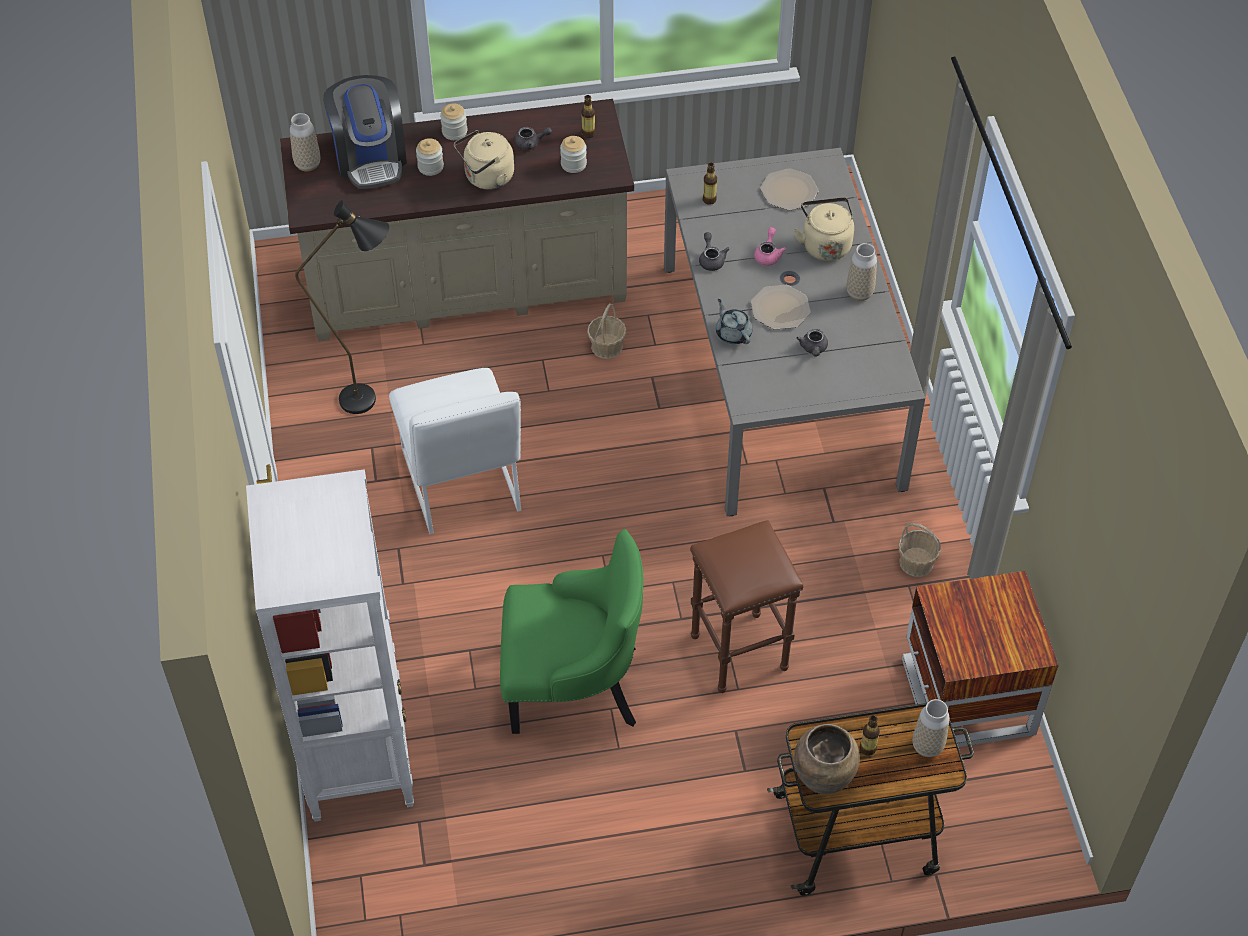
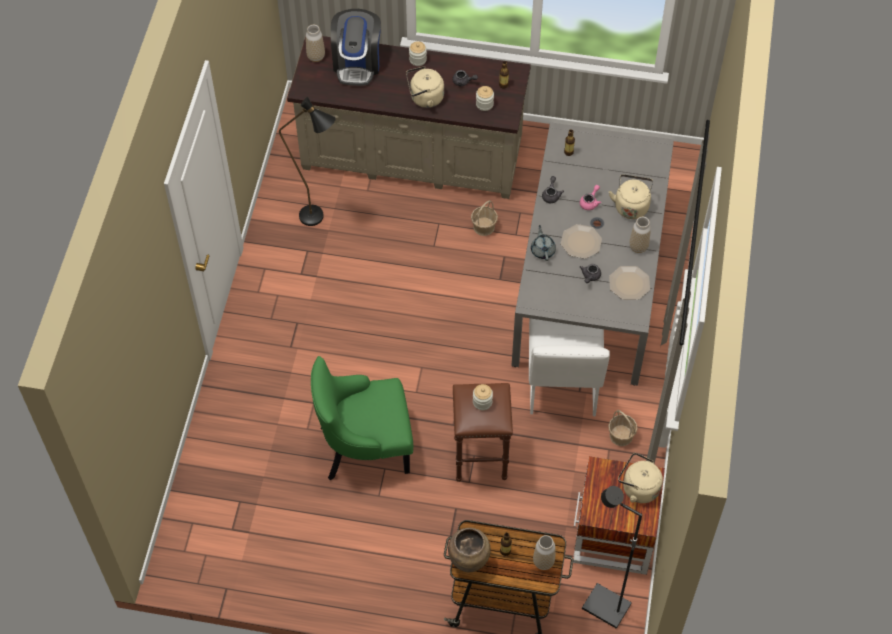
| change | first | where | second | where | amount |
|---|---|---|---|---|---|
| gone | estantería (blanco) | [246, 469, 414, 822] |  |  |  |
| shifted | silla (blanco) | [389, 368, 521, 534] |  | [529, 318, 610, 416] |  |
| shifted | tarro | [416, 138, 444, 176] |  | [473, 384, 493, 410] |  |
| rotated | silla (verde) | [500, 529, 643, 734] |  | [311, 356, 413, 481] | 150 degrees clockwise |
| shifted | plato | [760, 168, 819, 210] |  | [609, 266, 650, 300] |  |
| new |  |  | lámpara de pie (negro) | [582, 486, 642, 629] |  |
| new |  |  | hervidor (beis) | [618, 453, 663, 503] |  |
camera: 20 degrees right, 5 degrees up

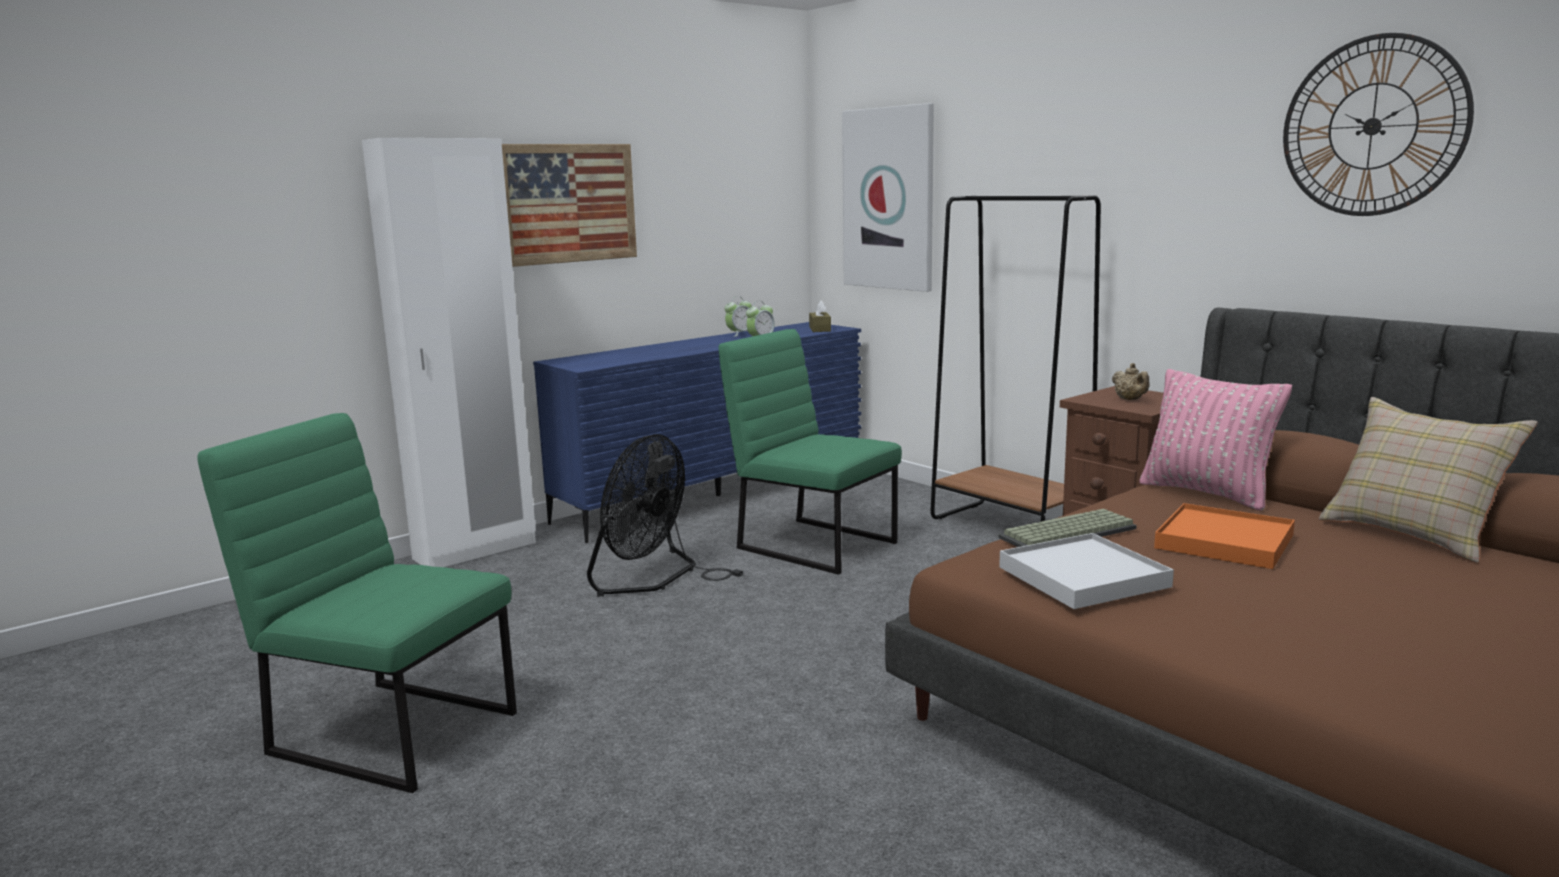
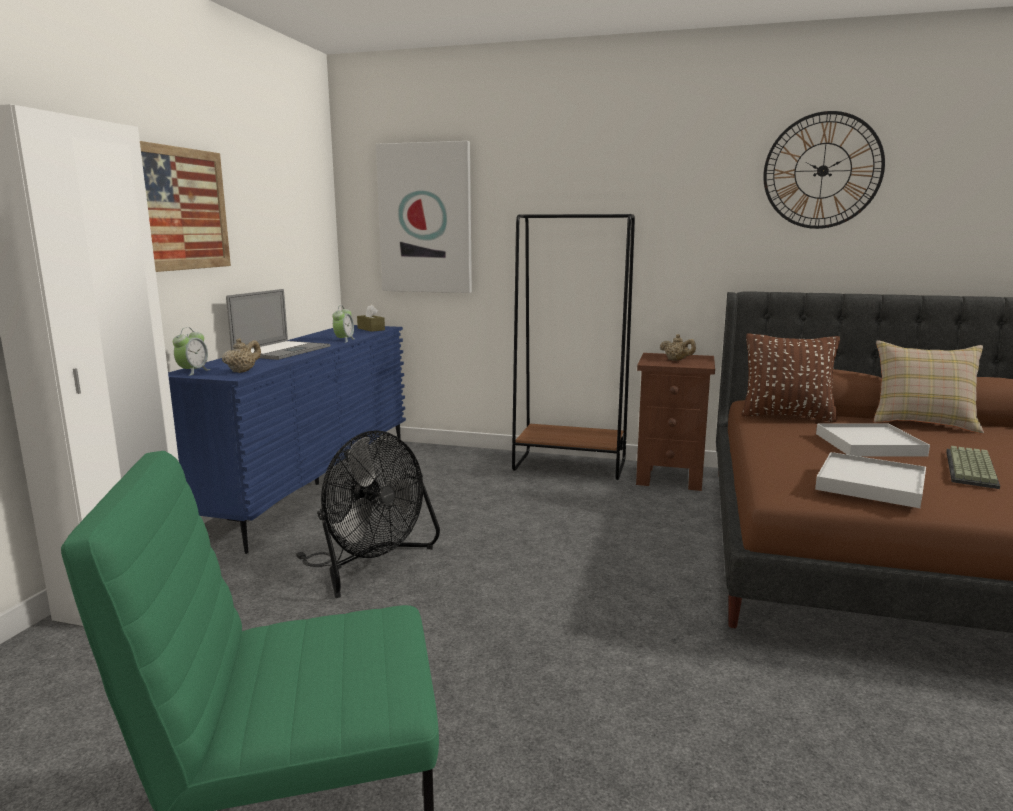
| change | first | where | second | where | amount |
|---|---|---|---|---|---|
| rotated | ventilador (negro) | [587, 434, 744, 597] |  | [296, 431, 440, 598] | 135 degrees counterclockwise |
| gone | silla (verde) | [719, 329, 902, 575] |  |  |  |
| shifted | despertador | [725, 296, 752, 337] |  | [173, 327, 210, 376] |  |
| shifted | teclado | [999, 509, 1137, 547] |  | [946, 446, 1000, 489] |  |
| repainted | cojín (rosa) | [1140, 369, 1292, 511] | cojín (marrón) | [741, 333, 840, 422] |  |
| repainted | bandeja (naranja) | [1154, 503, 1295, 569] | bandeja (blanco) | [816, 423, 930, 457] |  |
| new |  |  | tetera (beis) | [222, 338, 261, 373] |  |
| new |  |  | portátil | [226, 289, 330, 360] |  |
camera: 35 degrees left, 0 degrees up

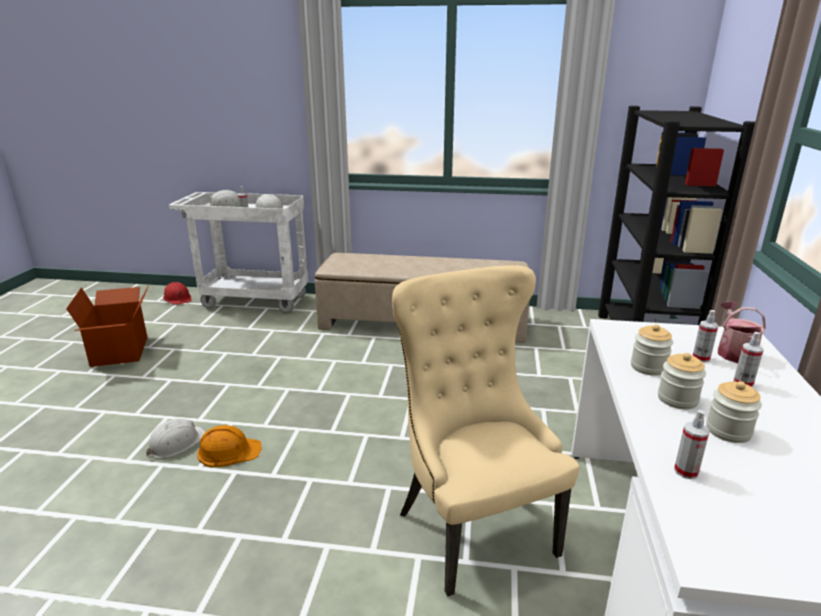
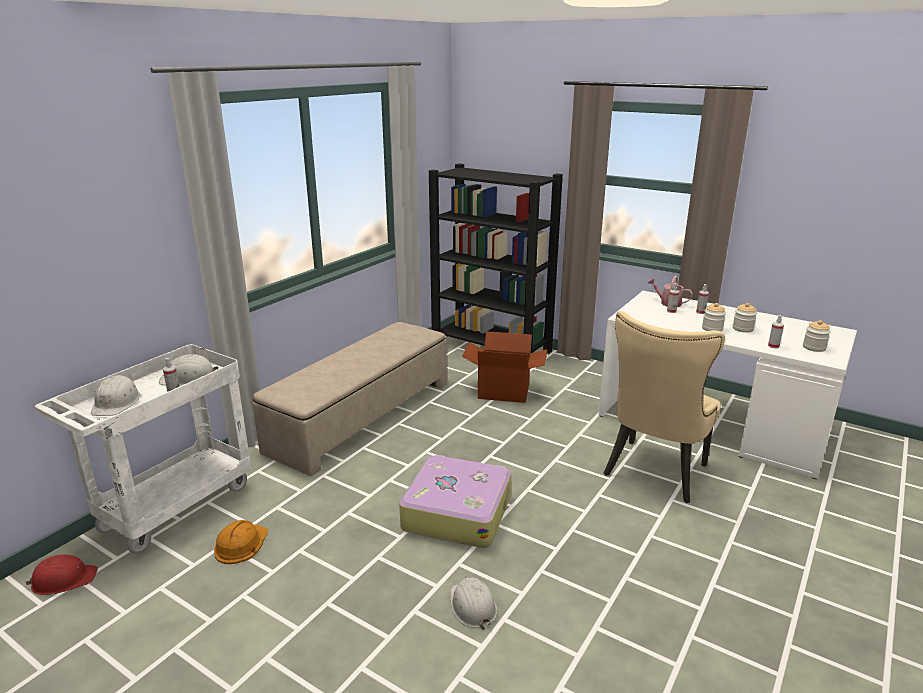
| change | first | where | second | where | amount |
|---|---|---|---|---|---|
| shifted | caja de cartón | [66, 285, 149, 367] |  | [462, 331, 547, 403] |  |
| shifted | casco (naranja) | [197, 425, 261, 467] |  | [214, 520, 268, 564] |  |
| rotated | silla (beis) | [392, 265, 580, 597] |  | [604, 311, 725, 503] | 60 degrees counterclockwise |
| shifted | tarro | [631, 324, 673, 376] |  | [803, 320, 831, 352] |  |
| new |  |  | maleta | [399, 455, 512, 548] |  |
camera: 65 degrees left, 0 degrees up

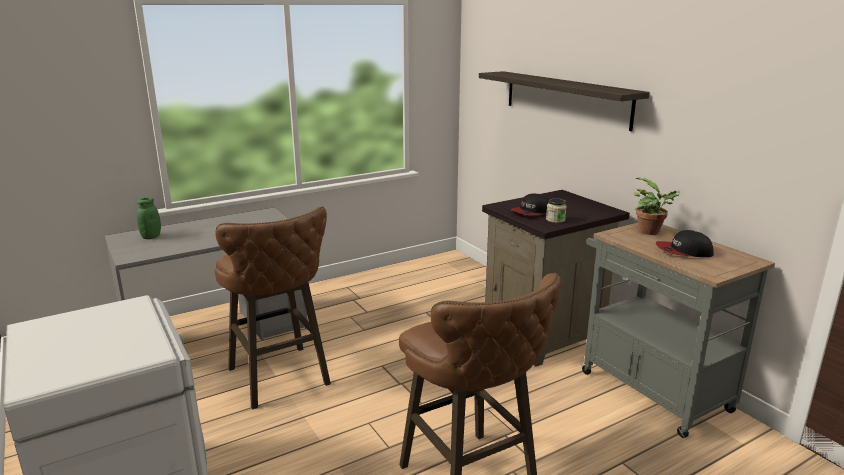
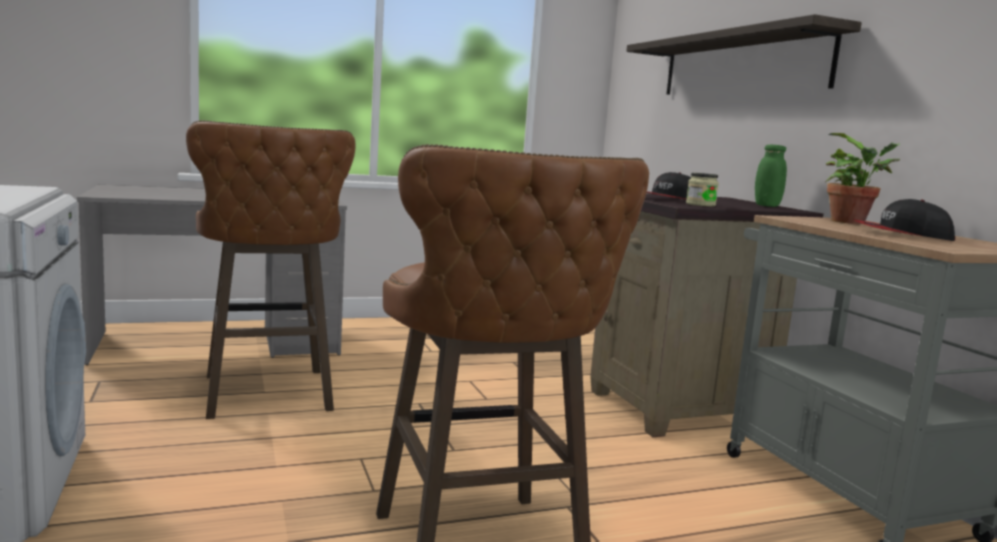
| change | first | where | second | where | amount |
|---|---|---|---|---|---|
| shifted | tarro (verde) | [137, 197, 161, 239] |  | [755, 145, 787, 207] |  |
camera: 10 degrees right, 10 degrees down

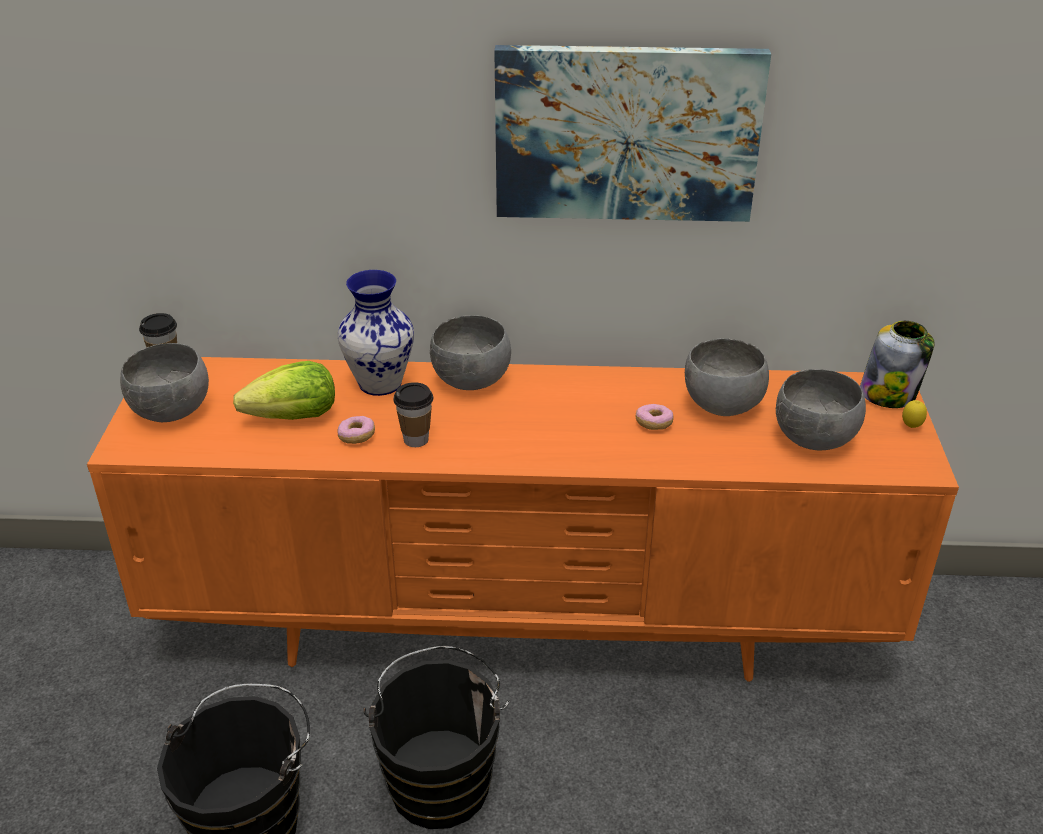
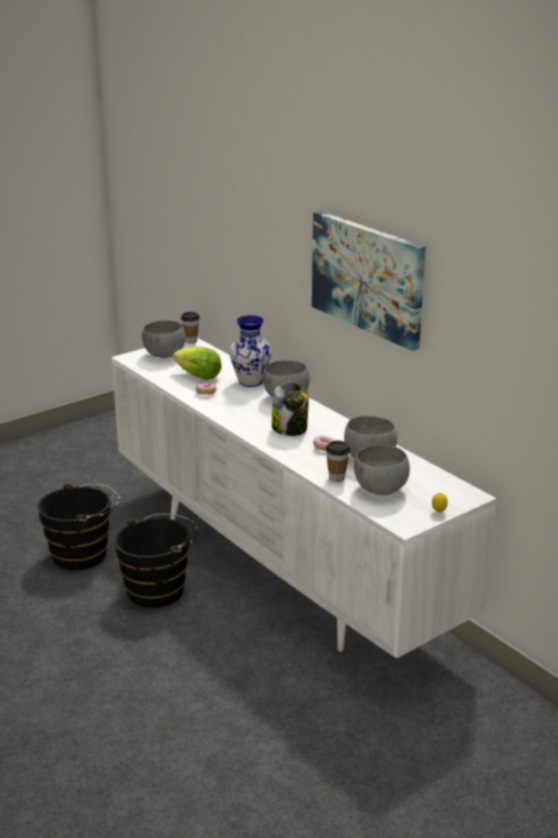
| change | first | where | second | where | amount |
|---|---|---|---|---|---|
| repainted | armario (naranja) | [87, 357, 959, 682] | armario (blanco) | [111, 338, 497, 658] |  |
| shifted | taza | [393, 382, 433, 447] |  | [325, 441, 350, 482] |  |
| shifted | tarro | [860, 321, 935, 408] |  | [272, 382, 309, 436] |  |
camera: 50 degrees right, 10 degrees down

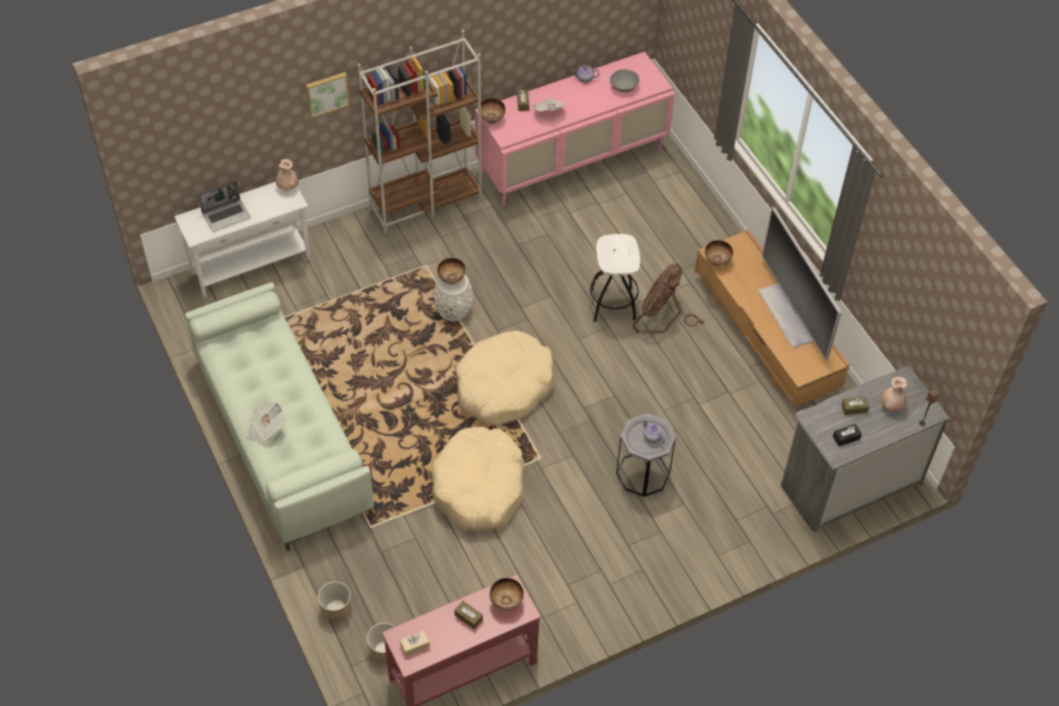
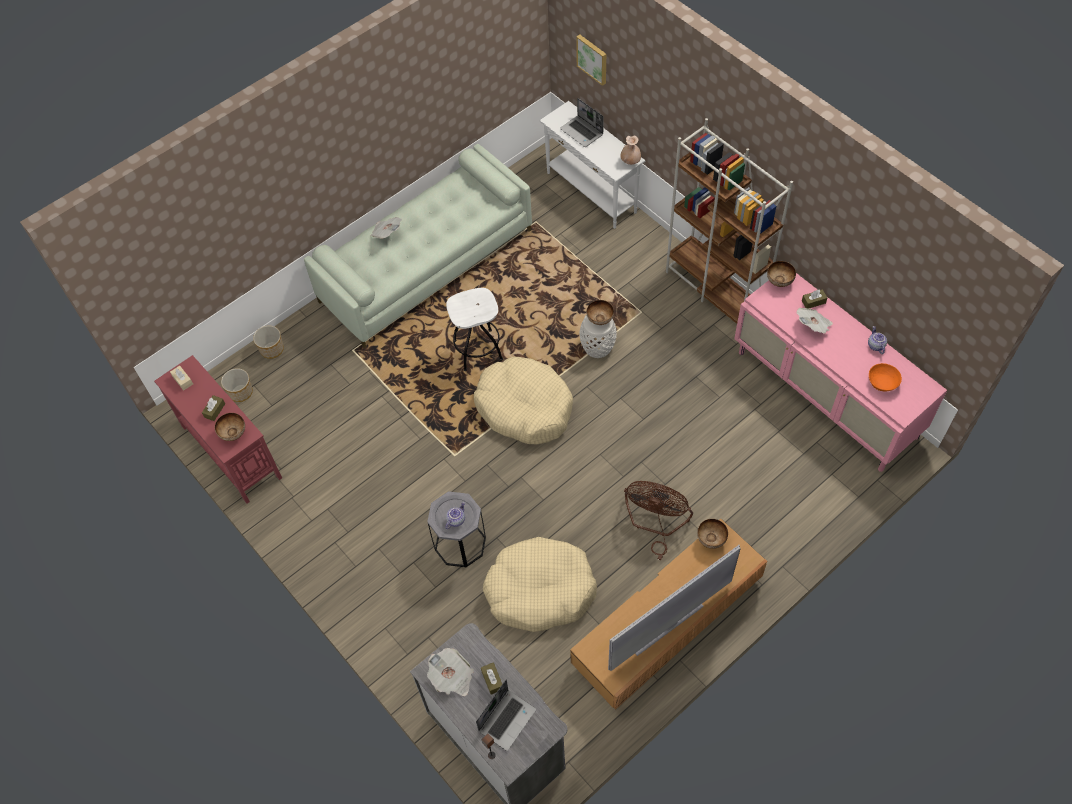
| change | first | where | second | where | amount |
|---|---|---|---|---|---|
| shifted | cuadro | [306, 72, 350, 118] |  | [576, 35, 606, 86] |  |
| shifted | cama para perro (beis) | [431, 427, 524, 531] |  | [483, 537, 597, 632] |  |
| shifted | taburete (blanco) | [590, 234, 640, 322] |  | [446, 288, 503, 371] |  |
| repainted | cuenco (gris) | [610, 69, 640, 92] | cuenco (naranja) | [869, 363, 902, 392] |  |
| swapped | caja de pañuelos (negro) | [833, 424, 862, 446] | periódico | [427, 648, 474, 696] |  |
| swapped | florero (beis) | [881, 377, 907, 411] | portátil | [476, 680, 536, 751] |  |
camera: 80 degrees right, 5 degrees up

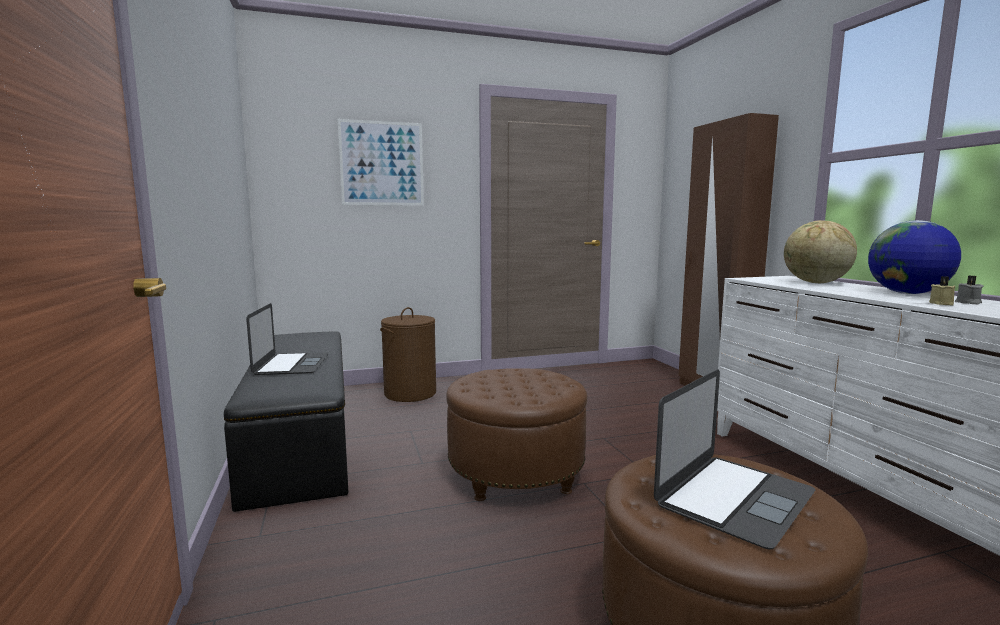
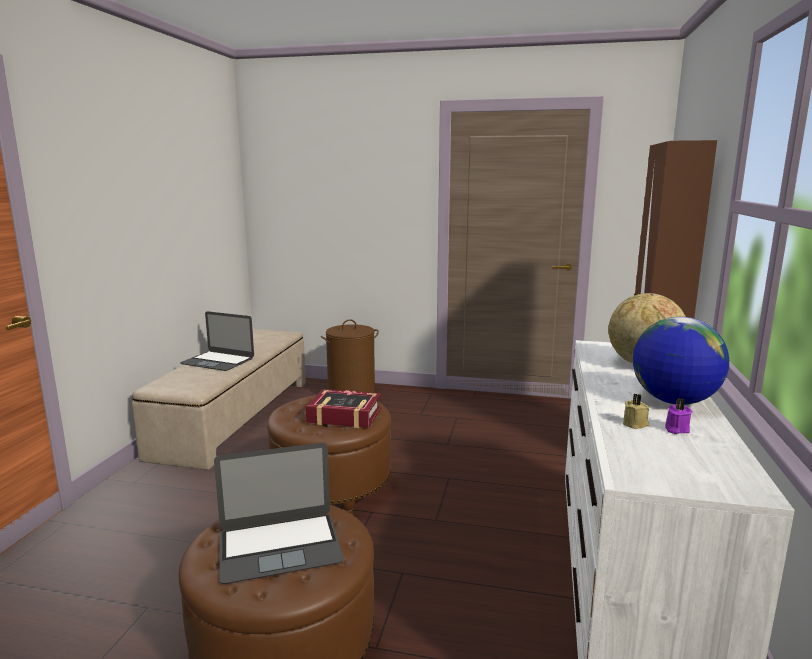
| change | first | where | second | where | amount |
|---|---|---|---|---|---|
| repainted | banco (negro) | [224, 331, 349, 512] | banco (beis) | [132, 329, 306, 470] |  |
| rotated | portátil | [246, 303, 329, 375] |  | [180, 311, 254, 371] | 90 degrees clockwise |
| gone | cuadro | [338, 119, 424, 206] |  |  |  |
| repainted | vela (gris) | [955, 276, 983, 304] | vela (morado) | [665, 398, 692, 434] |  |
| new |  |  | libro | [306, 389, 381, 428] |  |
camera: 30 degrees right, 5 degrees up

